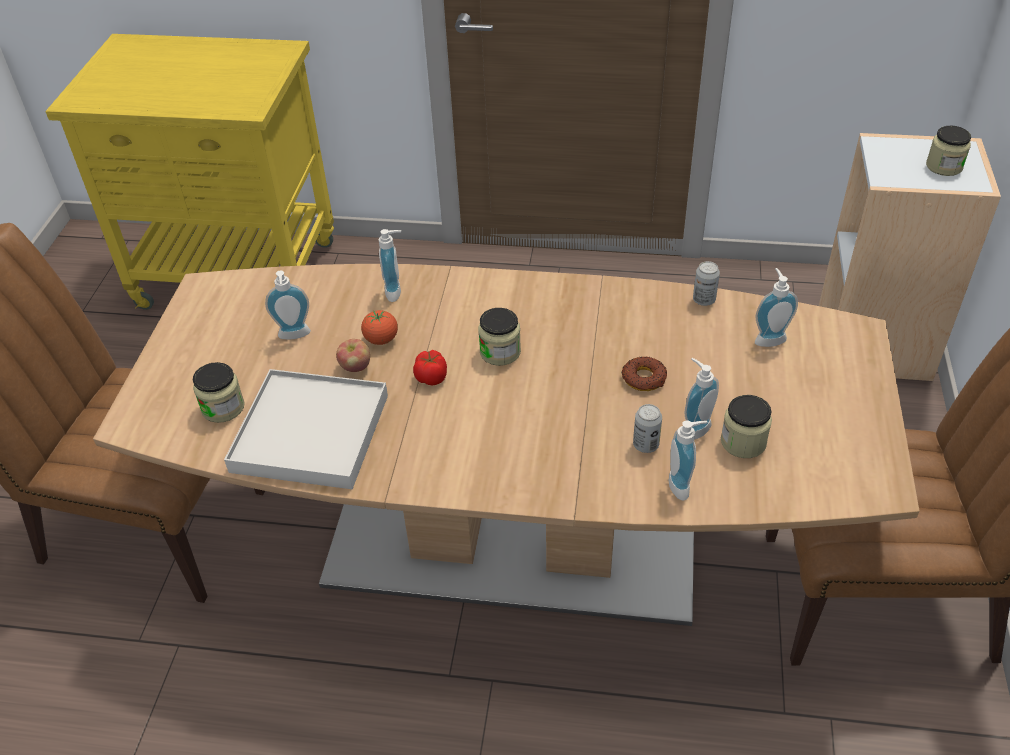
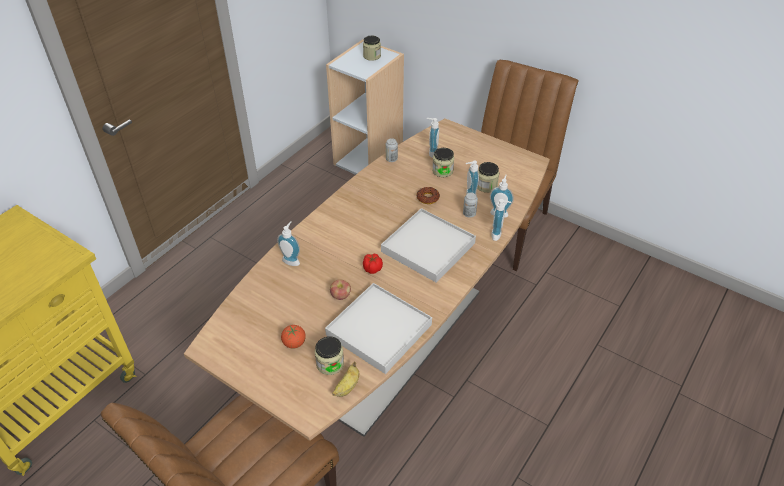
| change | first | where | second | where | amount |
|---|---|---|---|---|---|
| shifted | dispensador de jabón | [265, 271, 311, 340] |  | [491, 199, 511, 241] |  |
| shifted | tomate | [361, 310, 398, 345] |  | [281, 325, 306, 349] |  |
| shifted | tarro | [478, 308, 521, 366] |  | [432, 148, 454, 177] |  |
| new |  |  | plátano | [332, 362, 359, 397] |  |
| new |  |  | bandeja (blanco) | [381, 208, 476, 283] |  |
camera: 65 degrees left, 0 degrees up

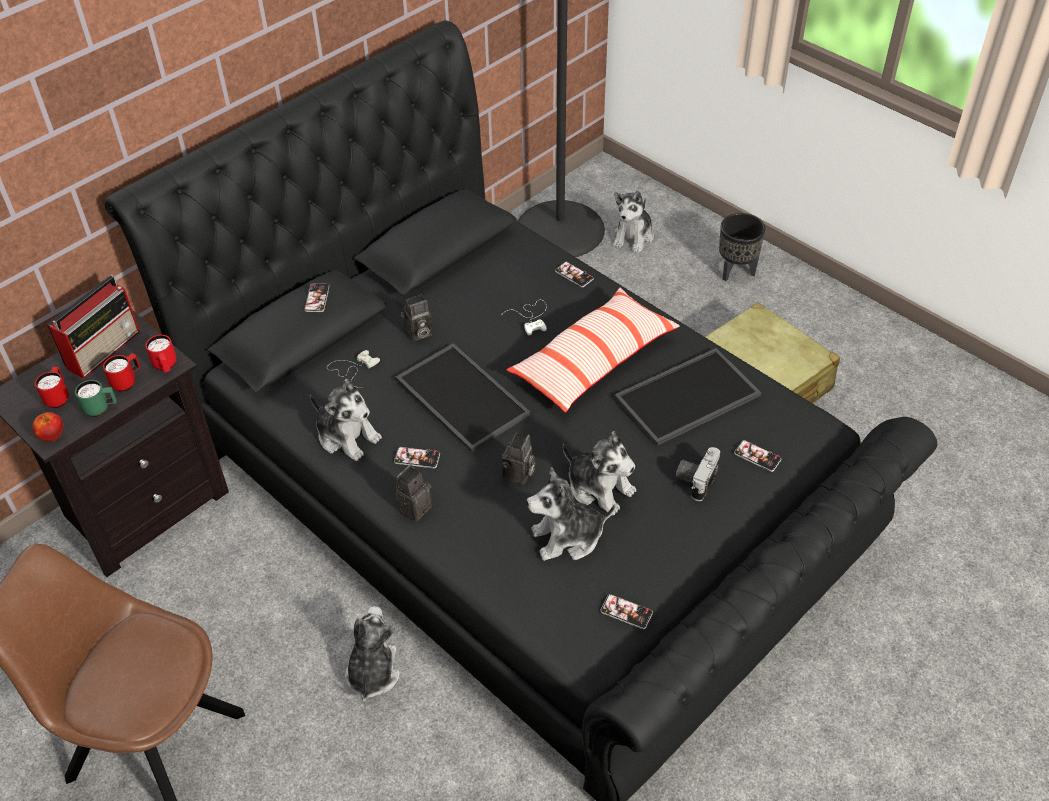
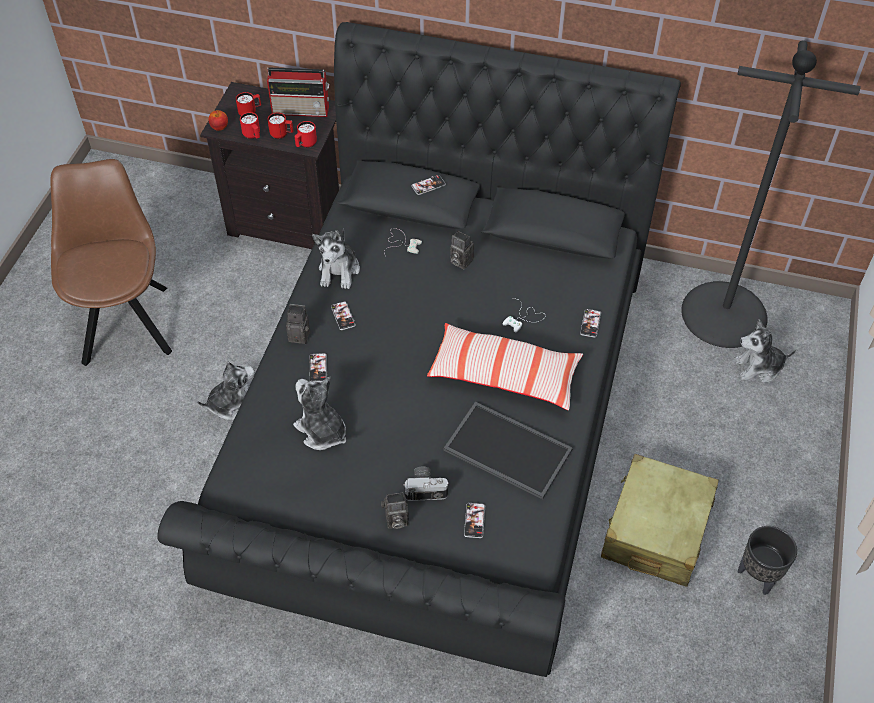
| change | first | where | second | where | amount |
|---|---|---|---|---|---|
| repainted | taza grande (verde) | [75, 380, 117, 417] | taza grande (rojo) | [240, 112, 260, 139] |  |
| gone | bandeja | [395, 343, 531, 452] |  |  |  |
| shifted | cámara | [502, 433, 535, 484] |  | [381, 492, 409, 529] |  |
| gone | peluche | [563, 431, 636, 515] |  |  |  |
| shifted | móvil | [600, 594, 653, 629] |  | [310, 353, 327, 382] |  |
| shifted | maceta (negro) | [719, 213, 765, 281] |  | [738, 526, 797, 595] |  |
camera: 60 degrees right, 5 degrees up

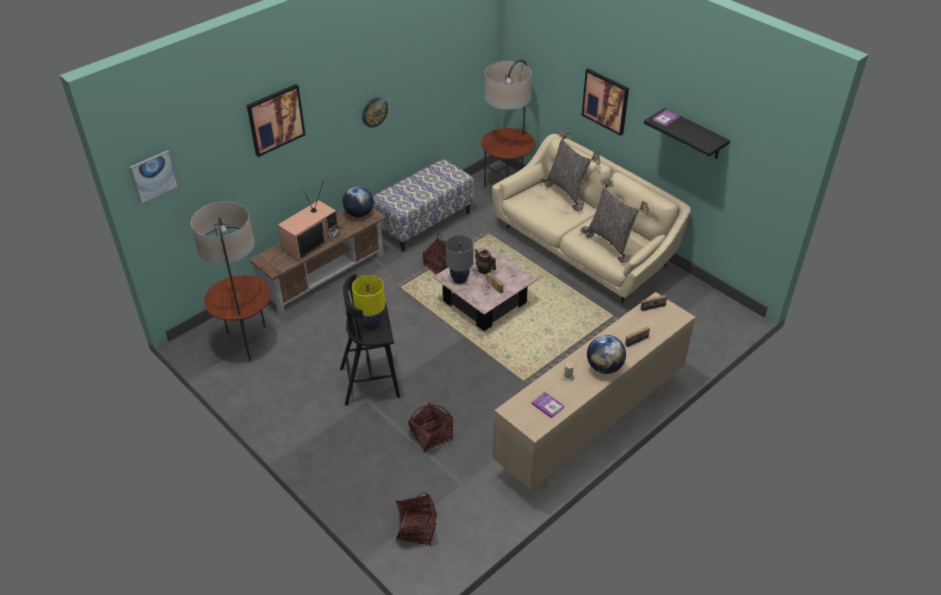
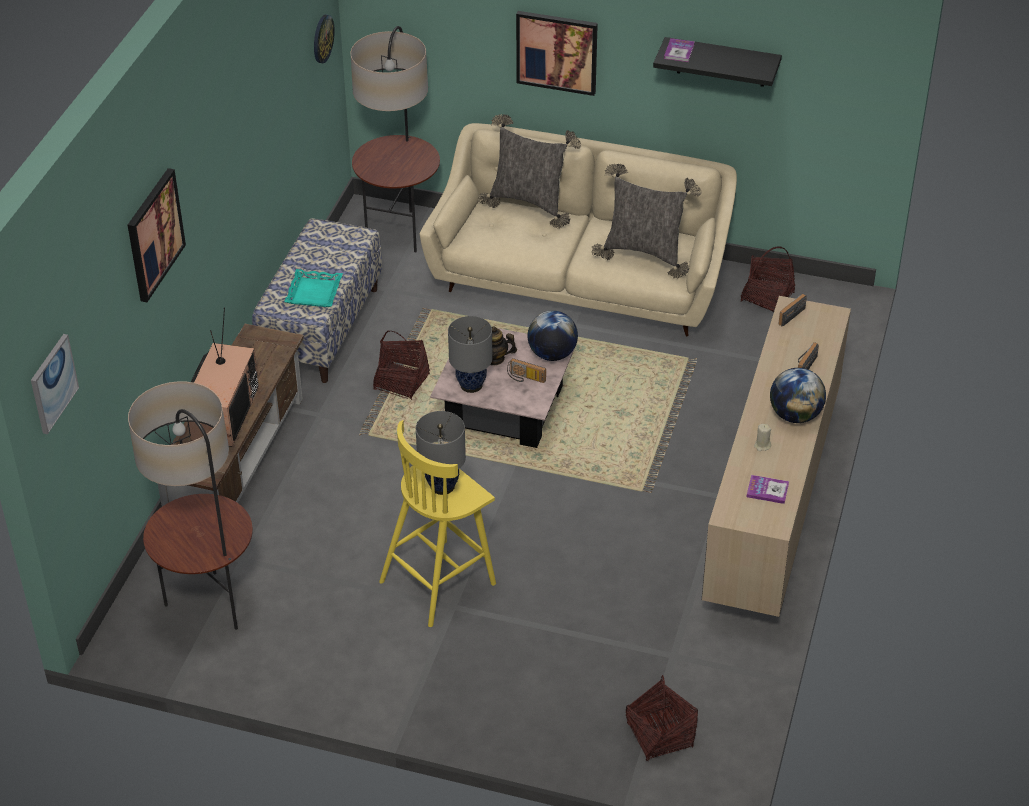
| change | first | where | second | where | amount |
|---|---|---|---|---|---|
| repainted | taburete (negro) | [340, 274, 400, 406] | taburete (amarillo) | [379, 420, 496, 627] |  |
| shifted | globo terráqueo | [342, 187, 373, 217] |  | [528, 311, 578, 361] |  |
| repainted | lámpara de mesa (amarillo) | [352, 275, 385, 329] | lámpara de mesa (gris) | [416, 411, 466, 495] |  |
| shifted | reloj de pared | [362, 97, 388, 128] |  | [314, 14, 335, 63] |  |
| shifted | cesta | [408, 402, 453, 452] |  | [741, 246, 795, 312] |  |
| new |  |  | bandeja (turquesa) | [284, 269, 343, 307] |  |
camera: 30 degrees left, 0 degrees up

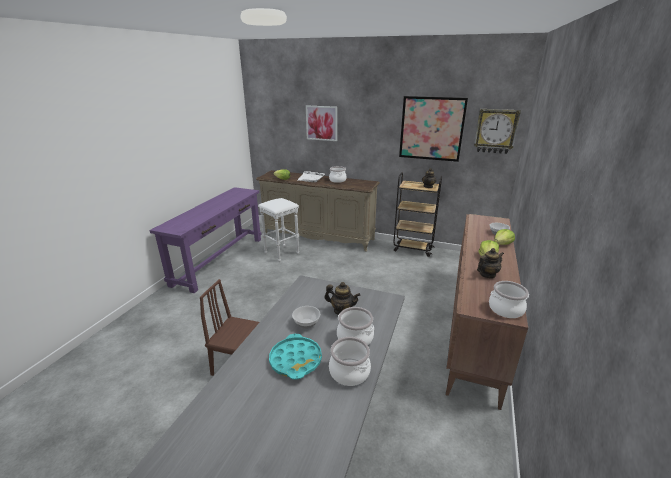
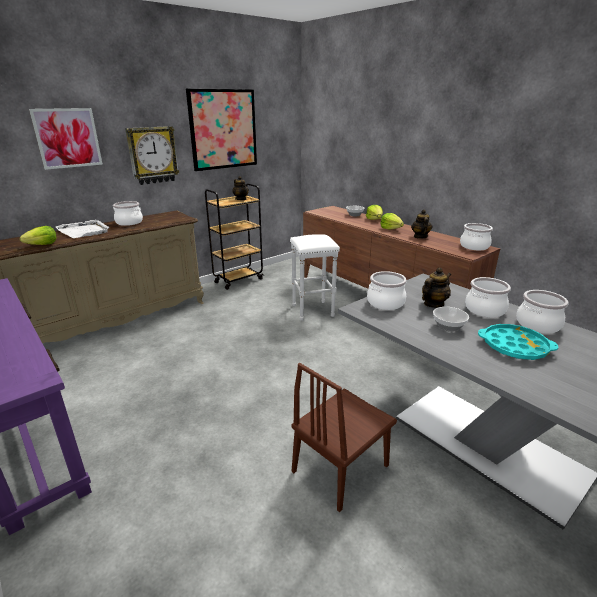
| change | first | where | second | where | amount |
|---|---|---|---|---|---|
| shifted | taburete (blanco) | [258, 198, 299, 262] |  | [290, 234, 340, 321] |  |
| shifted | reloj de pared | [474, 109, 521, 154] |  | [125, 126, 179, 185] |  |
| new |  |  | olla | [367, 271, 407, 310] |  |
camera: 60 degrees left, 0 degrees up

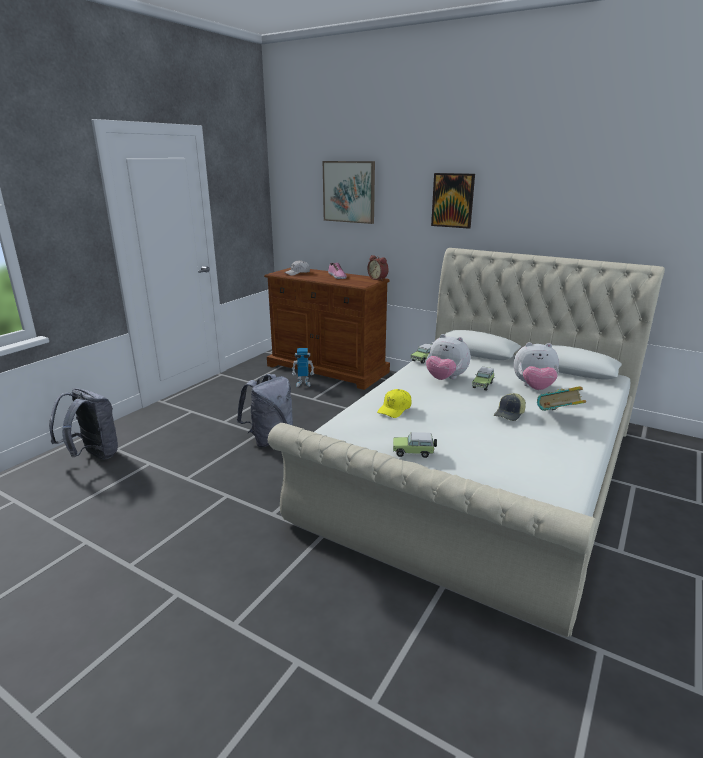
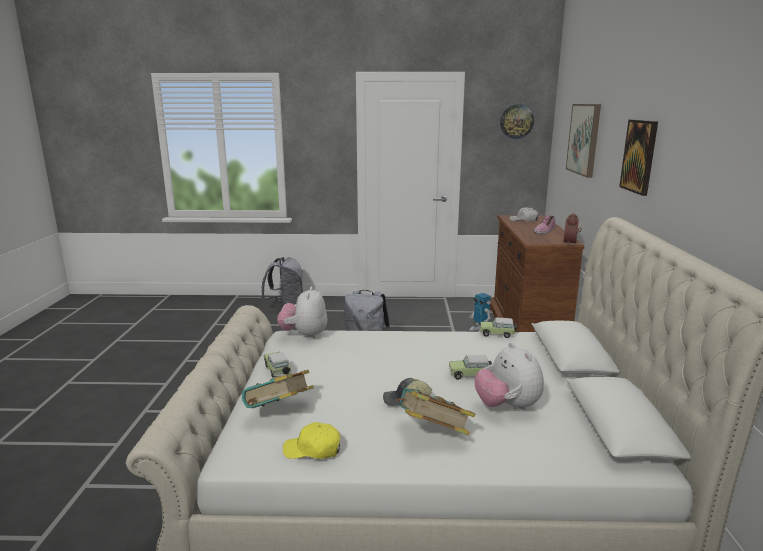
| change | first | where | second | where | amount |
|---|---|---|---|---|---|
| shifted | gorra (amarillo) | [377, 389, 411, 418] |  | [283, 422, 341, 459] |  |
| shifted | peluche | [426, 334, 470, 380] |  | [277, 286, 327, 339] |  |
| new |  |  | libro | [242, 370, 314, 408] |  |
| new |  |  | reloj de pared | [500, 104, 534, 139] |  |
camera: 60 degrees right, 5 degrees down

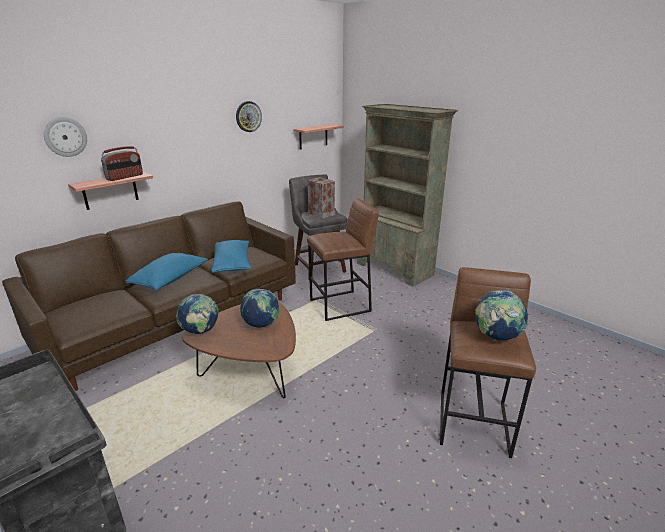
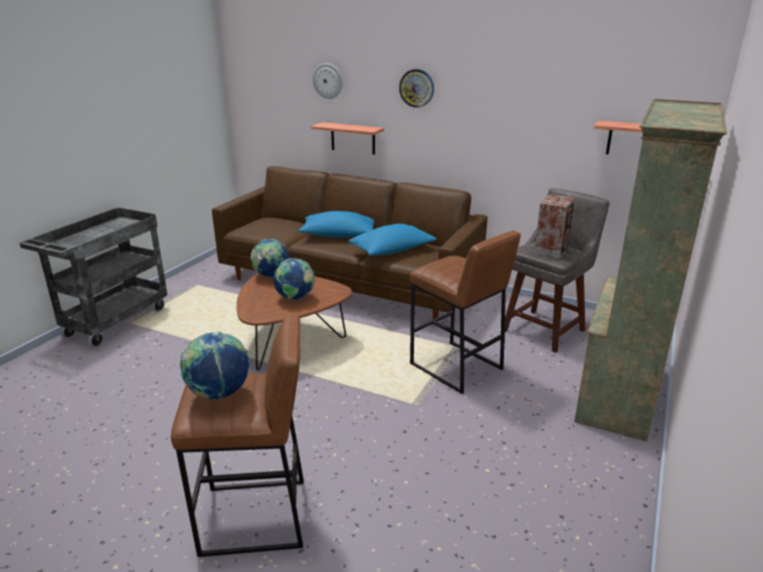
| change | first | where | second | where | amount |
|---|---|---|---|---|---|
| gone | radio | [101, 146, 143, 181] |  |  |  |
| shifted | reloj de pared | [236, 101, 262, 132] |  | [399, 69, 434, 108] |  |
camera: 70 degrees right, 0 degrees up

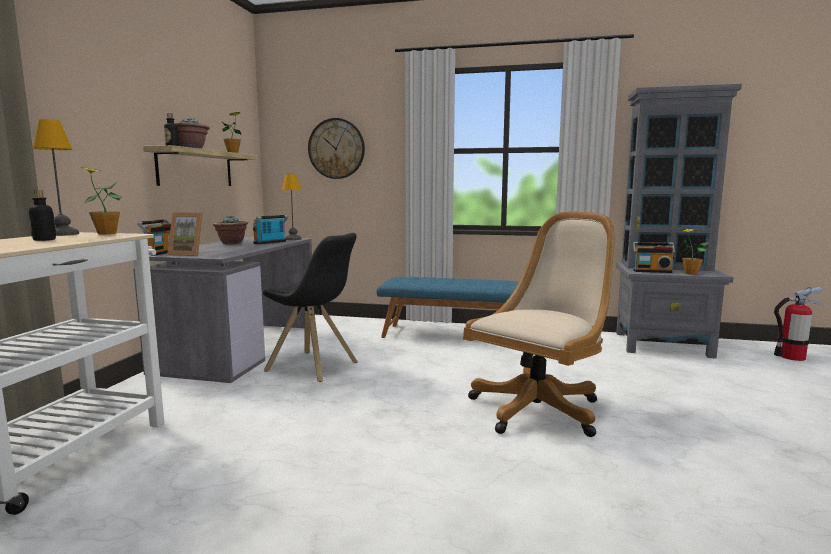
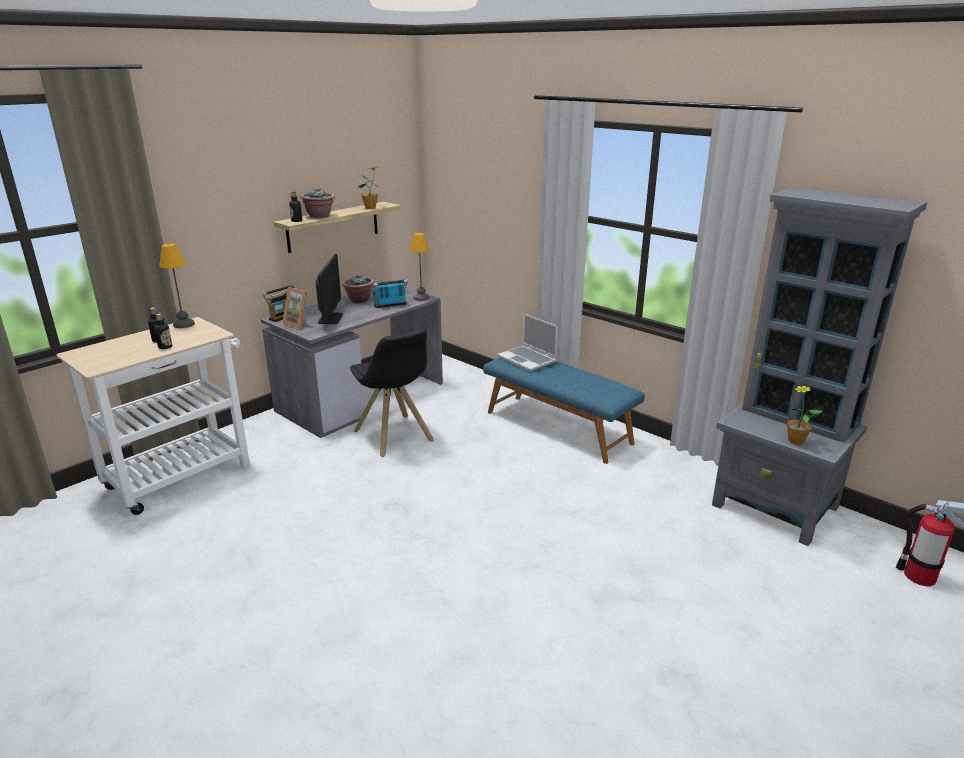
| change | first | where | second | where | amount |
|---|---|---|---|---|---|
| gone | planta en maceta | [81, 167, 122, 234] |  |  |  |
| gone | reloj de pared | [308, 118, 365, 179] |  |  |  |
| gone | silla de oficina | [463, 211, 615, 437] |  |  |  |
| gone | radio | [633, 242, 675, 273] |  |  |  |
| new |  |  | botella | [154, 313, 172, 349] |  |
| new |  |  | monitor | [315, 254, 343, 324] |  |
| new |  |  | portátil | [497, 313, 558, 371] |  |
camera: 30 degrees right, 15 degrees up

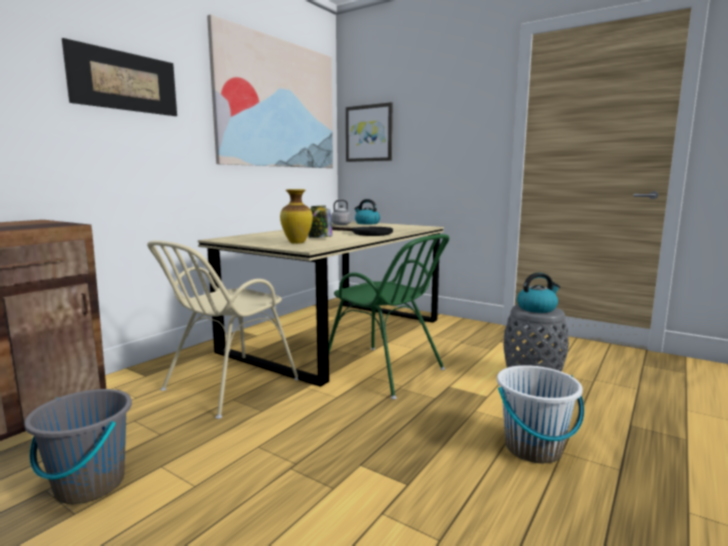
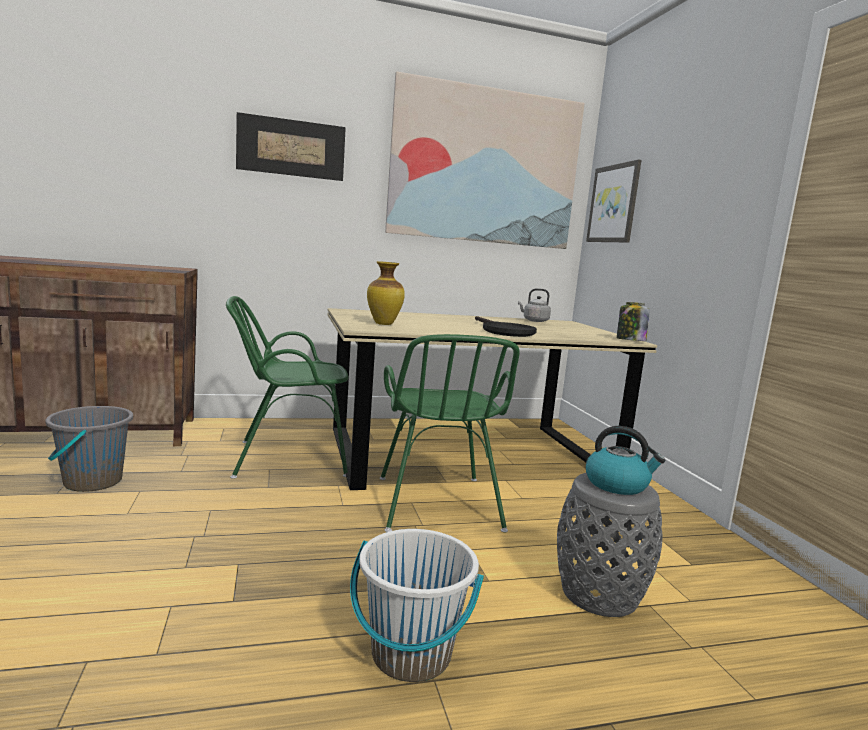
| change | first | where | second | where | amount |
|---|---|---|---|---|---|
| repainted | silla (beis) | [147, 240, 299, 419] | silla (verde) | [226, 296, 348, 479] |  |
| shifted | tarro | [308, 205, 333, 238] |  | [617, 302, 650, 341] |  |
| gone | hervidor | [354, 199, 380, 224] |  |  |  |
camera: 40 degrees right, 0 degrees up

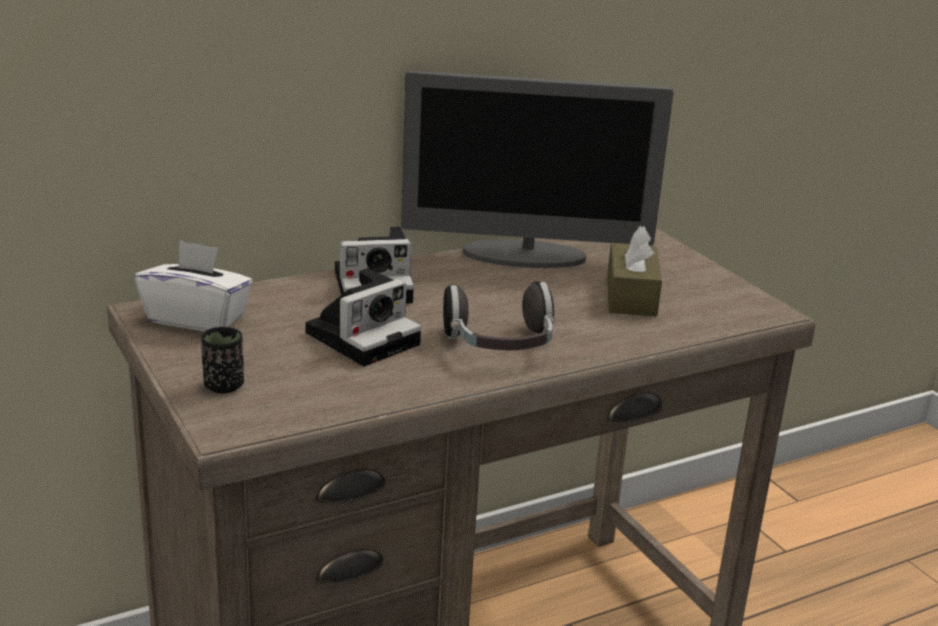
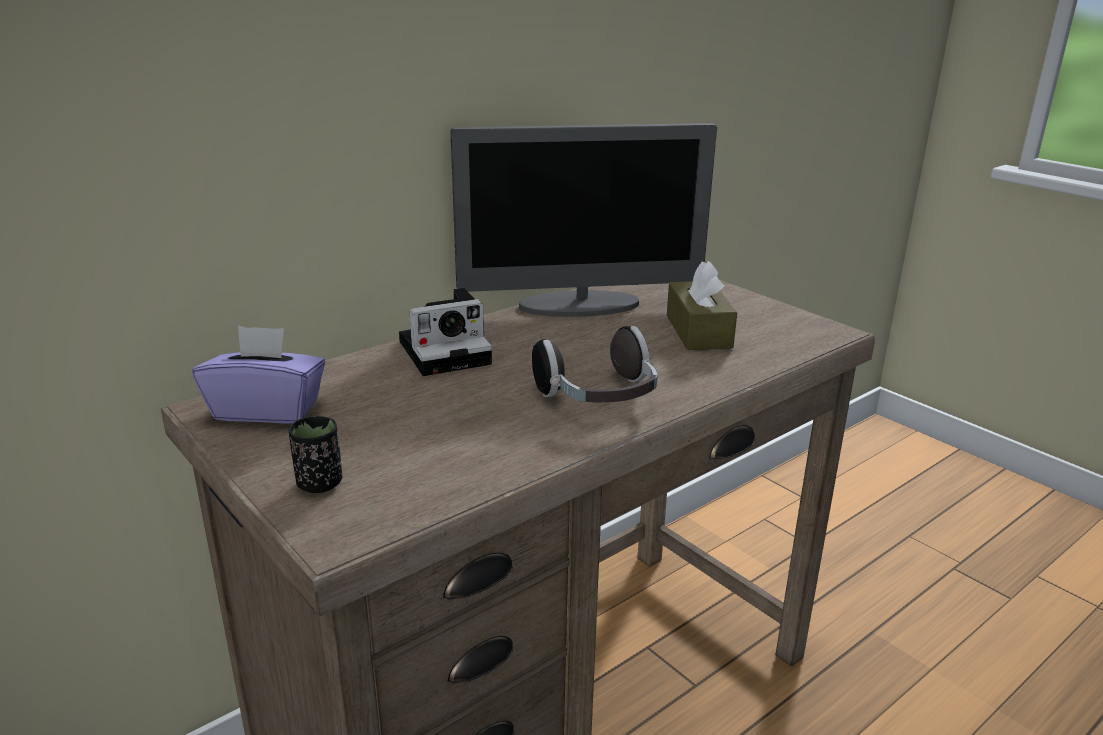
| change | first | where | second | where | amount |
|---|---|---|---|---|---|
| repainted | caja de pañuelos (blanco) | [135, 240, 253, 332] | caja de pañuelos (morado) | [192, 326, 325, 424] |  |
| gone | cámara | [305, 268, 421, 366] |  |  |  |
camera: 10 degrees left, 0 degrees up

